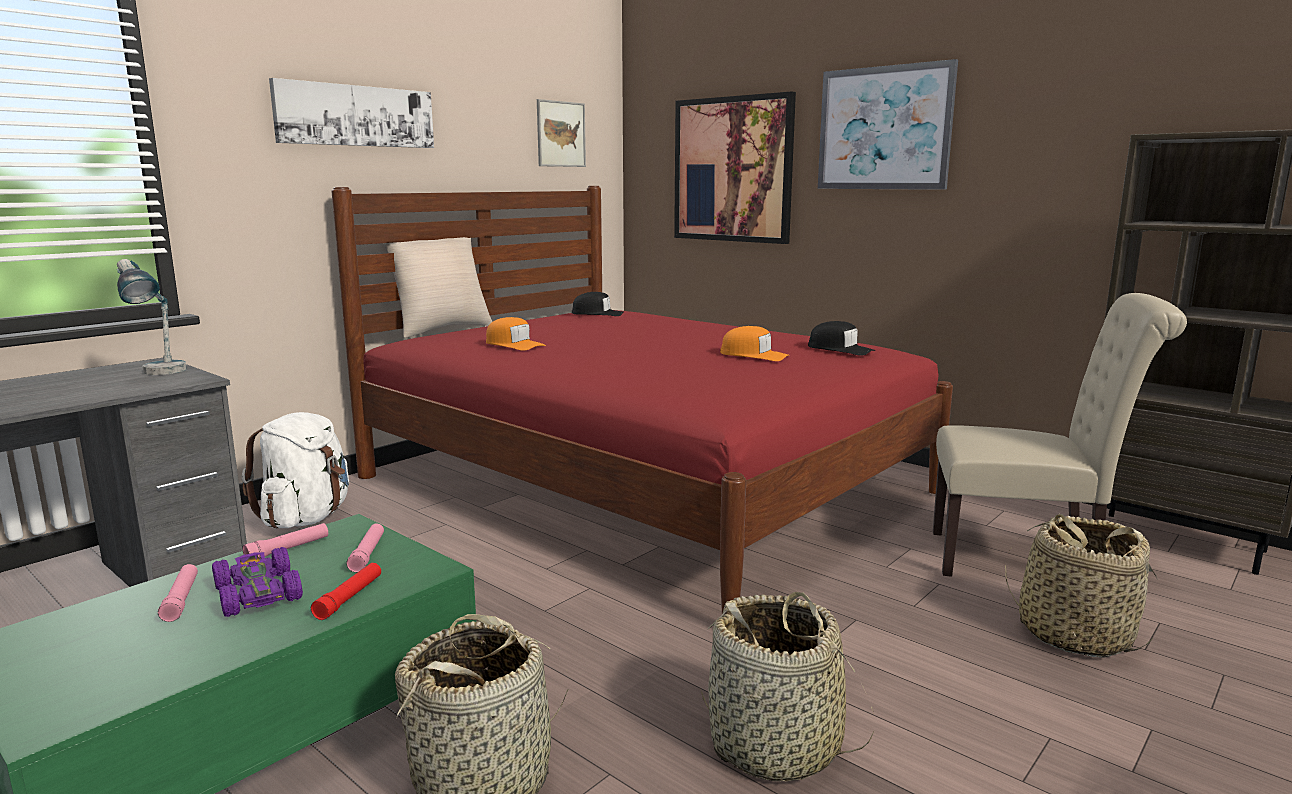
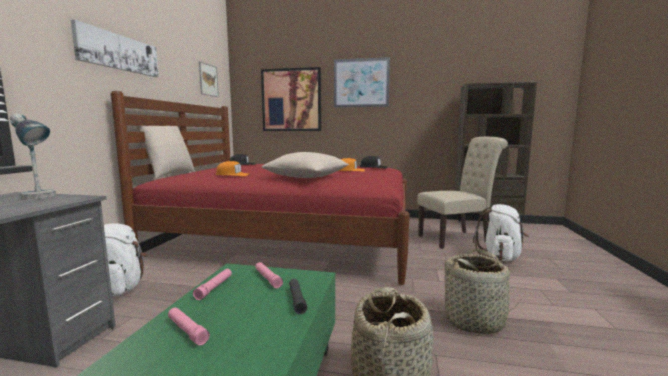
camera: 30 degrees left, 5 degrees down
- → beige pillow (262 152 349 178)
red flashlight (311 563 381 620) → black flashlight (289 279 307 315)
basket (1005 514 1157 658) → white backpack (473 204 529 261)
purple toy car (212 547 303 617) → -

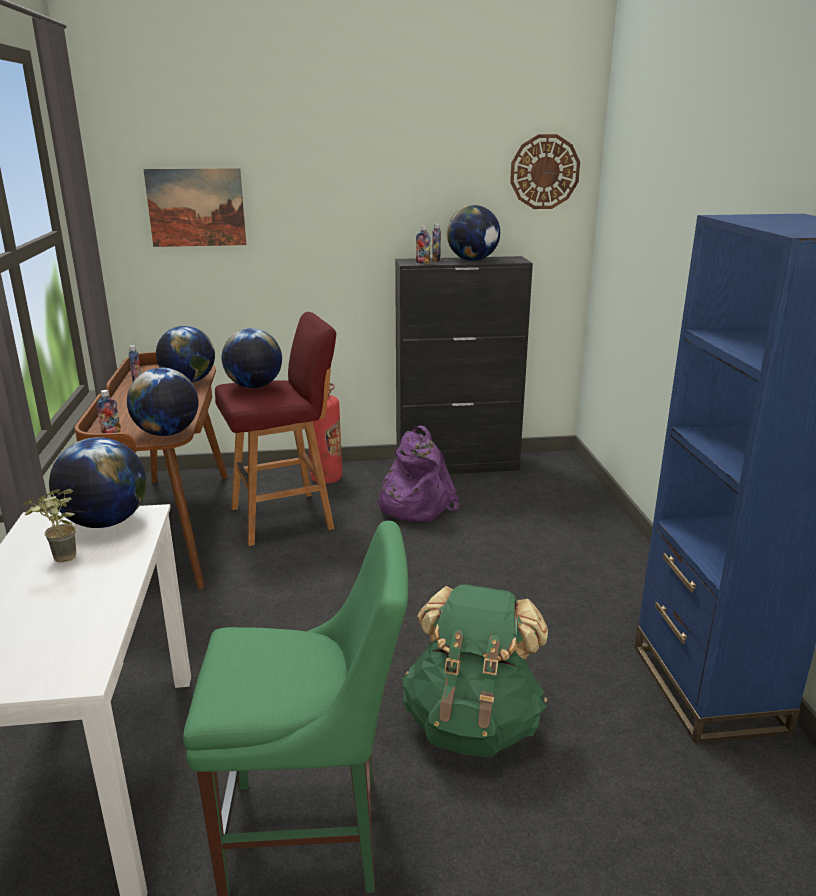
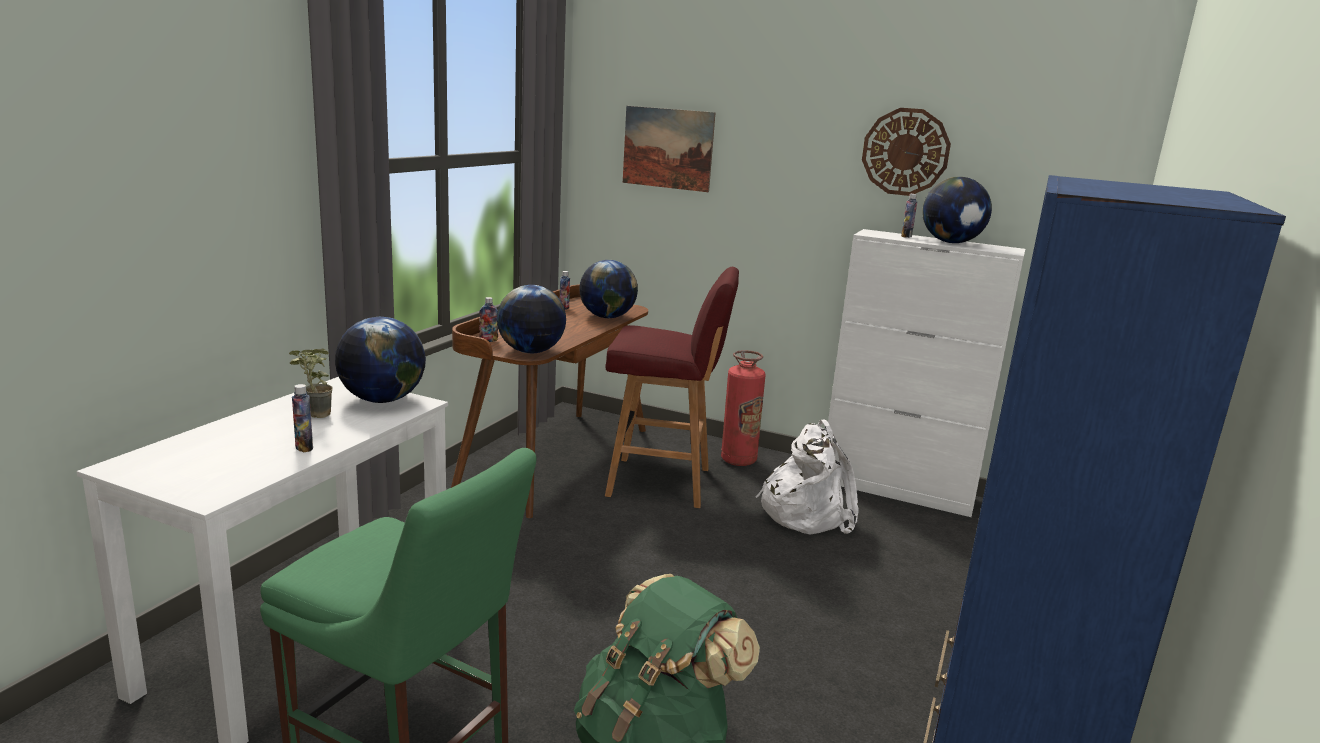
camera: 30 degrees right, 5 degrees down
bottle (416 226 431 264) → bottle (292 384 313 452), moved
purple backpack (375 426 459 522) → white backpack (755 419 859 534)
black cabinet (395 256 533 474) → white cabinet (828 229 1025 517)
wall clock (510 134 580 209) → wall clock (862 108 951 196), moved
globe (222 328 282 388) → -

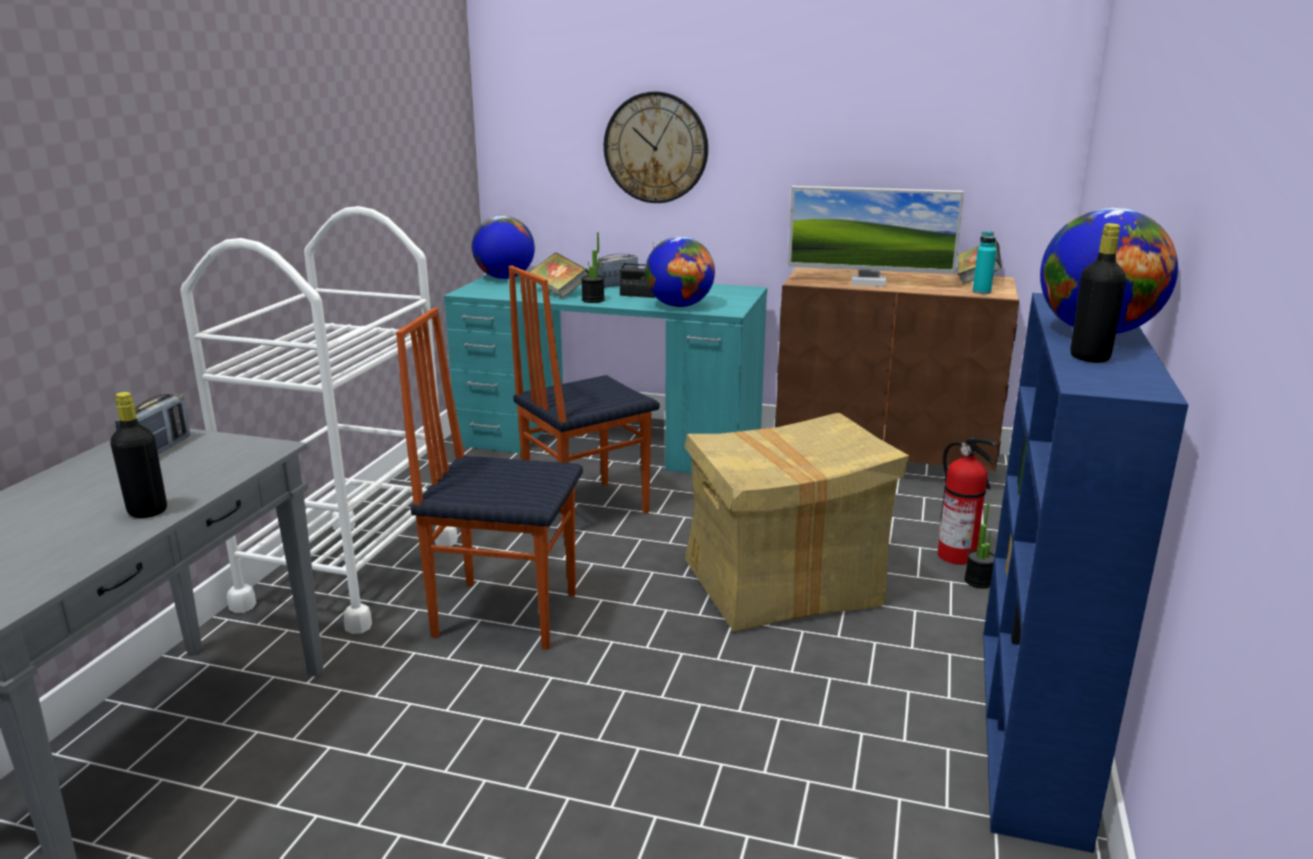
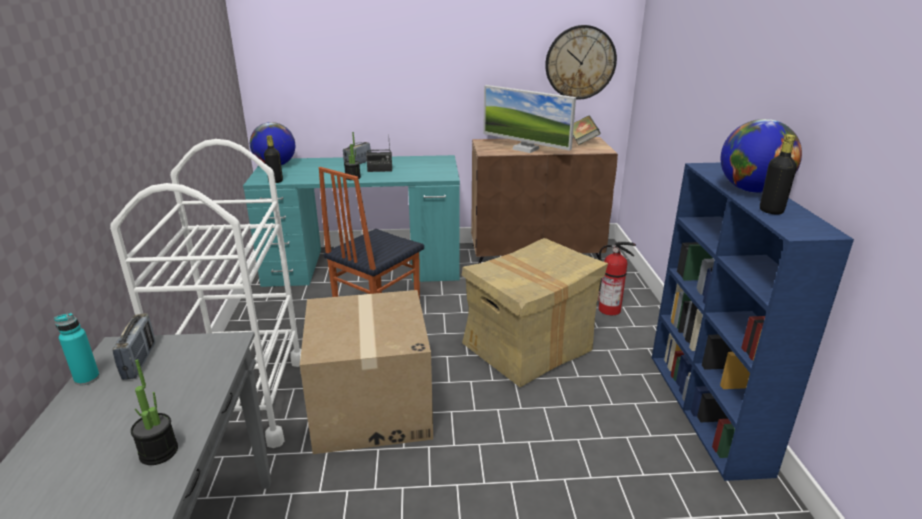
camera: 20 degrees left, 5 degrees up
turquoise bottle (972 231 996 294) → turquoise bottle (54 313 100 385), moved
potted plant (964 503 995 588) → potted plant (131 359 178 465), moved
black bottle (110 392 167 518) → black bottle (264 135 283 183), moved
chair (396 307 583 649) → cardboard box (300 290 433 454)
monitor (788 186 964 287) → monitor (483 85 576 153), 45 degrees clockwise
wall clock (604 91 708 203) → wall clock (545 25 617 100), moved
book (530 252 589 299) → -
globe (645 236 715 307) → -

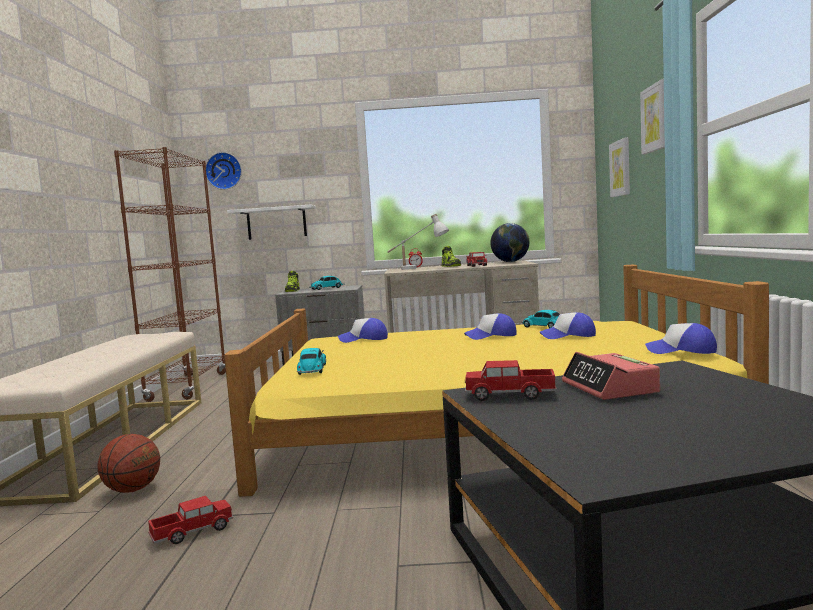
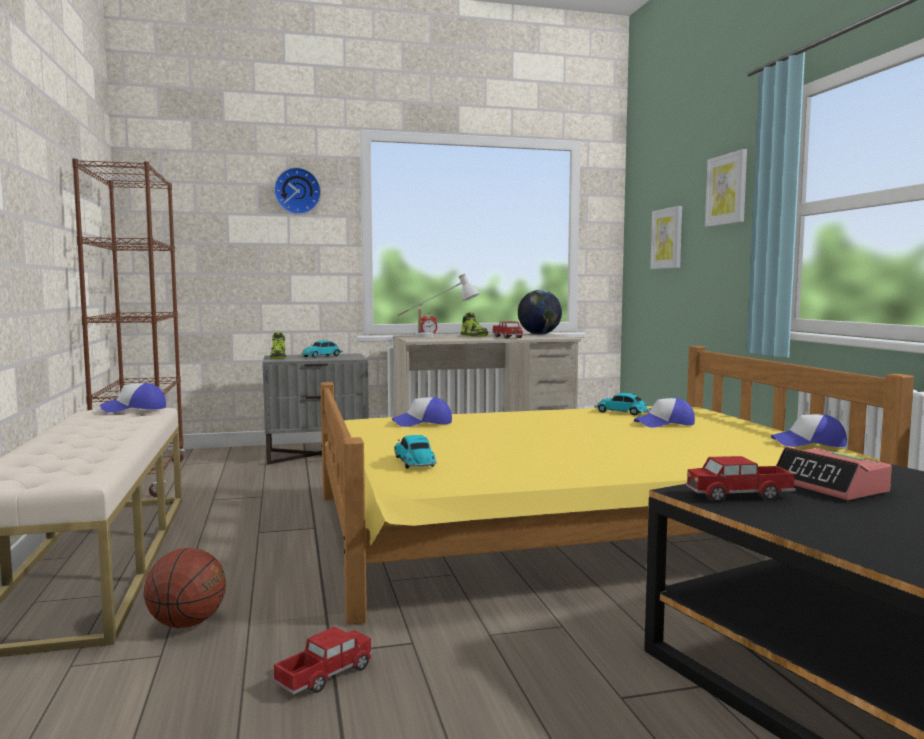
camera: 15 degrees left, 0 degrees up
cap (464 313 517 340) → cap (100 383 166 413), moved
wall clock (206 152 242 190) → wall clock (274 167 321 215), moved
white shelf (227 205 316 240) → -

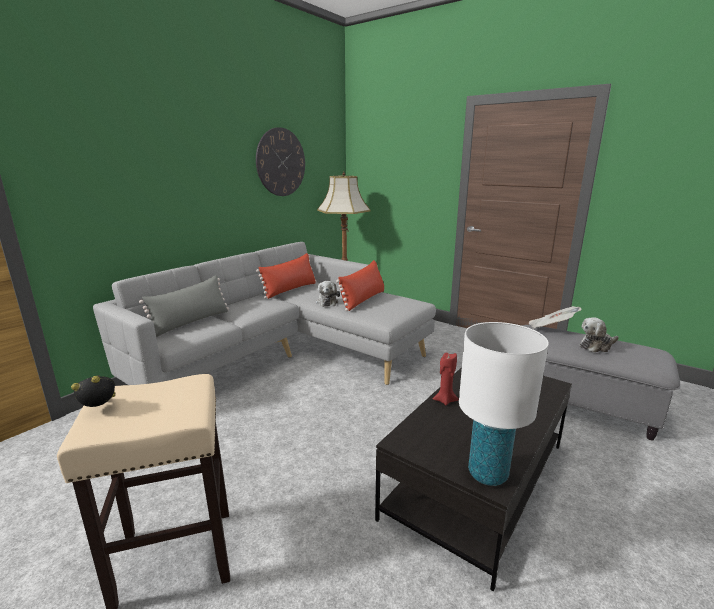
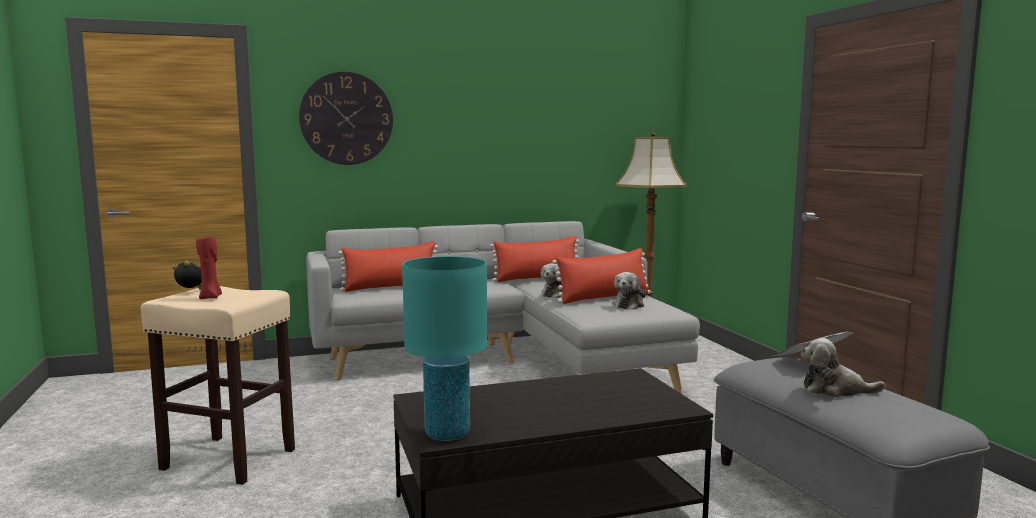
camera: 35 degrees right, 10 degrees down
red candle (433 352 459 405) → red candle (196 237 222 299), moved
wall clock (256 127 305 196) → wall clock (299 72 393 165), moved
grey pillow (139 275 229 337) → red pillow (338 241 438 292)
white table lamp (459 322 549 486) → turquoise table lamp (402 256 487 441)
- → plush toy (612 272 646 310)

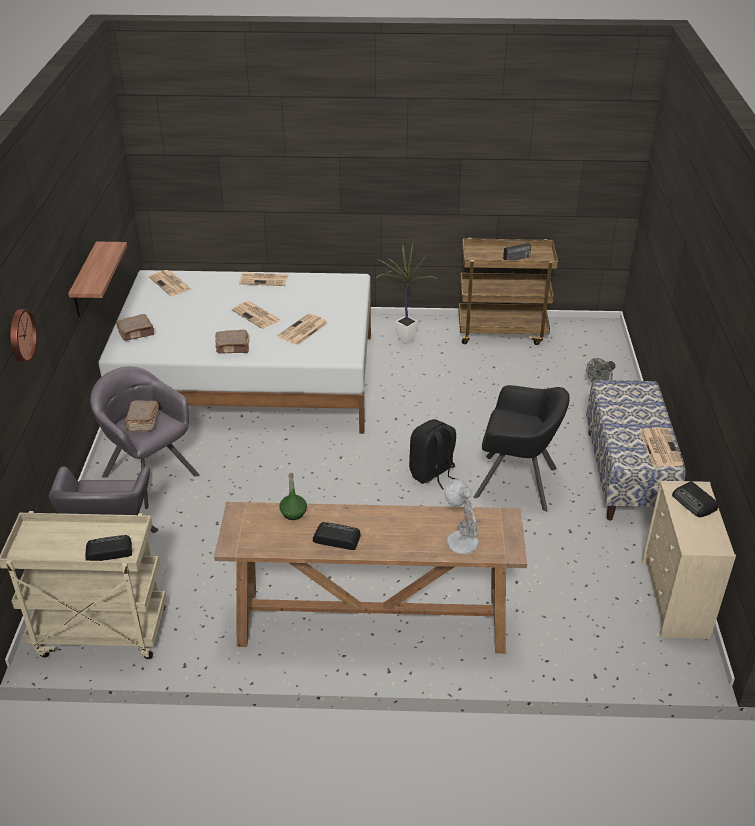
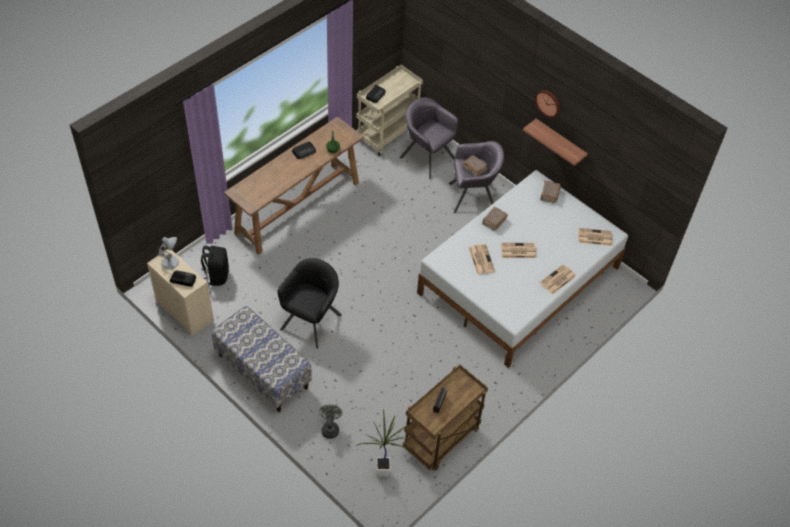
camera: 130 degrees right, 15 degrees up
white table lamp (445 479 479 554) → white table lamp (158 237 179 269), moved
black backpack (409 419 456 490) → black backpack (201 245 229 286), moved
black armchair (474 385 570 512) → black armchair (278 258 342 349), 150 degrees clockwise
potted plant (376 243 437 344) → potted plant (356 409 409 477), moved
wall clock (10 309 37 363) → wall clock (535 90 560 118), moved
newspaper (639 428 683 467) → -

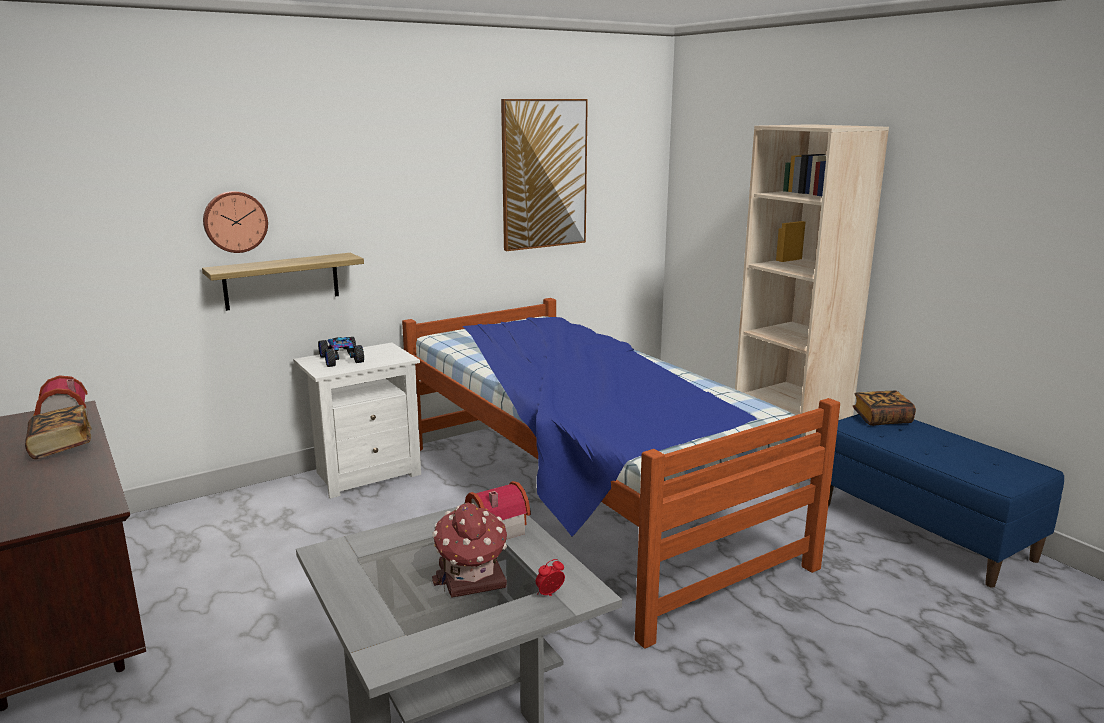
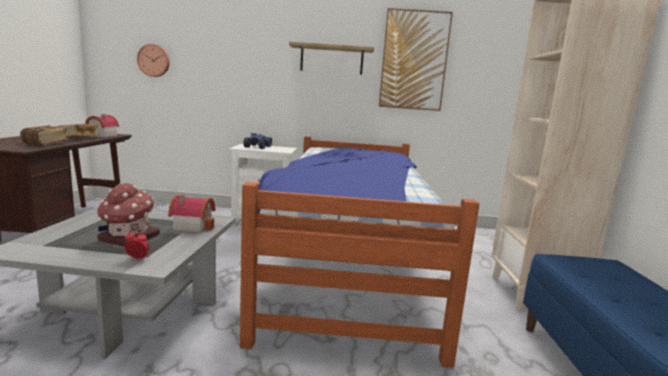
camera: 35 degrees right, 5 degrees down
book (853 391 916 426) → book (20 126 69 146), moved
wall clock (203 191 268 253) → wall clock (137 44 170 77), moved
shelf (202 253 364 311) → shelf (289 42 374 75), moved

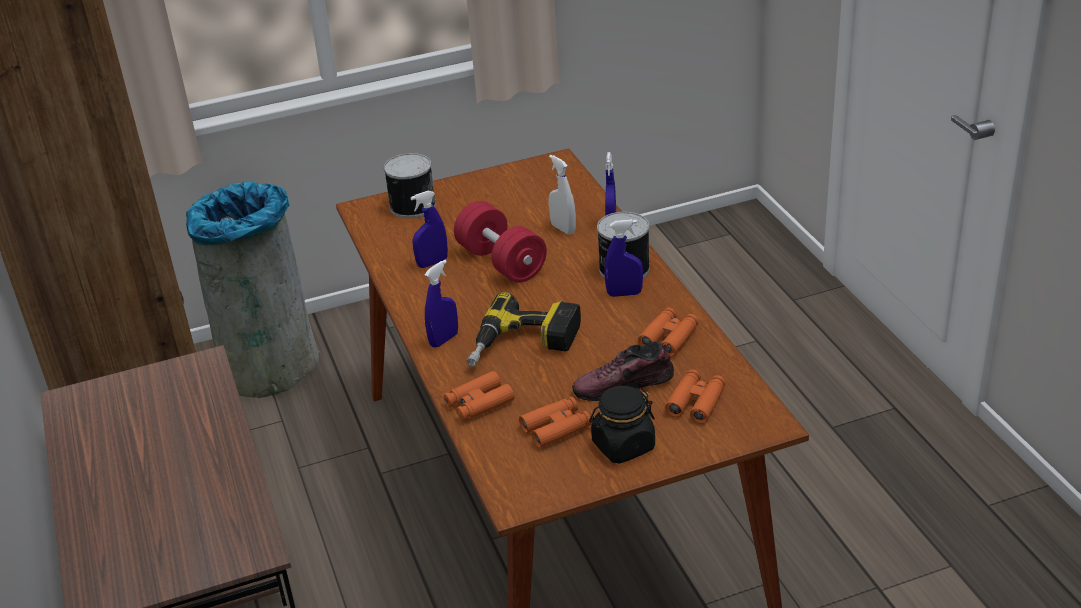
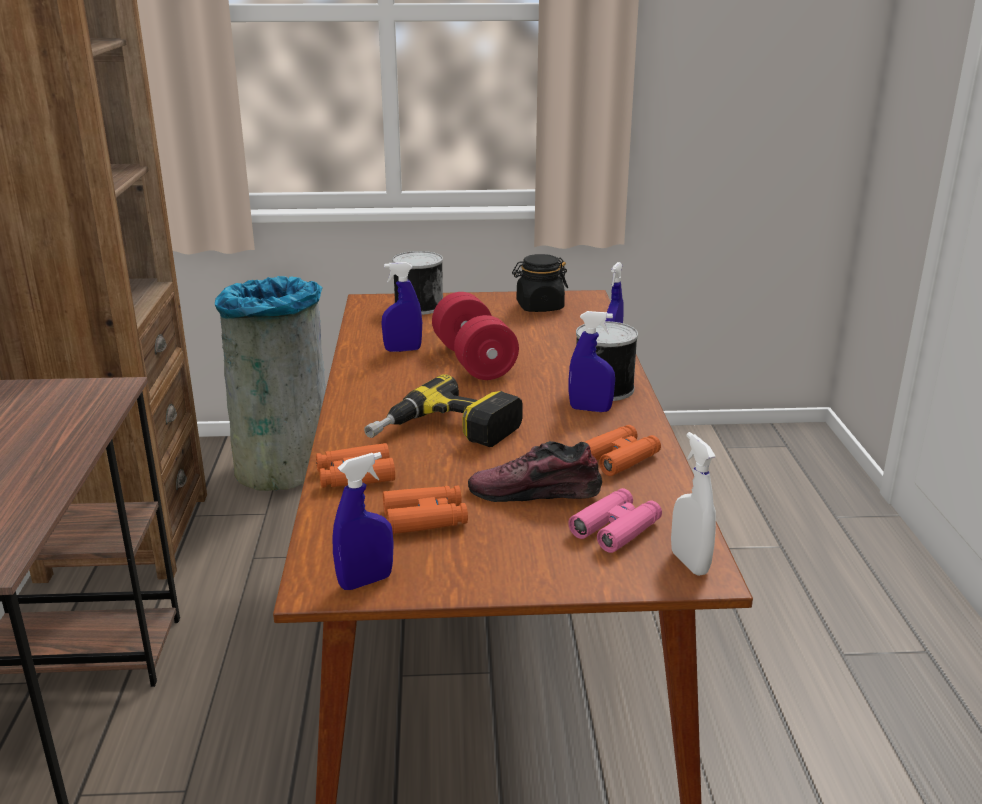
camera: 15 degrees right, 10 degrees down
blue spray bottle (424 260 458 348) → blue spray bottle (333 452 394 590), moved
black jar (589 386 655 464) → black jar (512 254 568 312), moved
orange binoculars (665 369 726 424) → pink binoculars (568 488 662 553)
white spray bottle (548 155 576 235) → white spray bottle (671 432 716 576), moved

